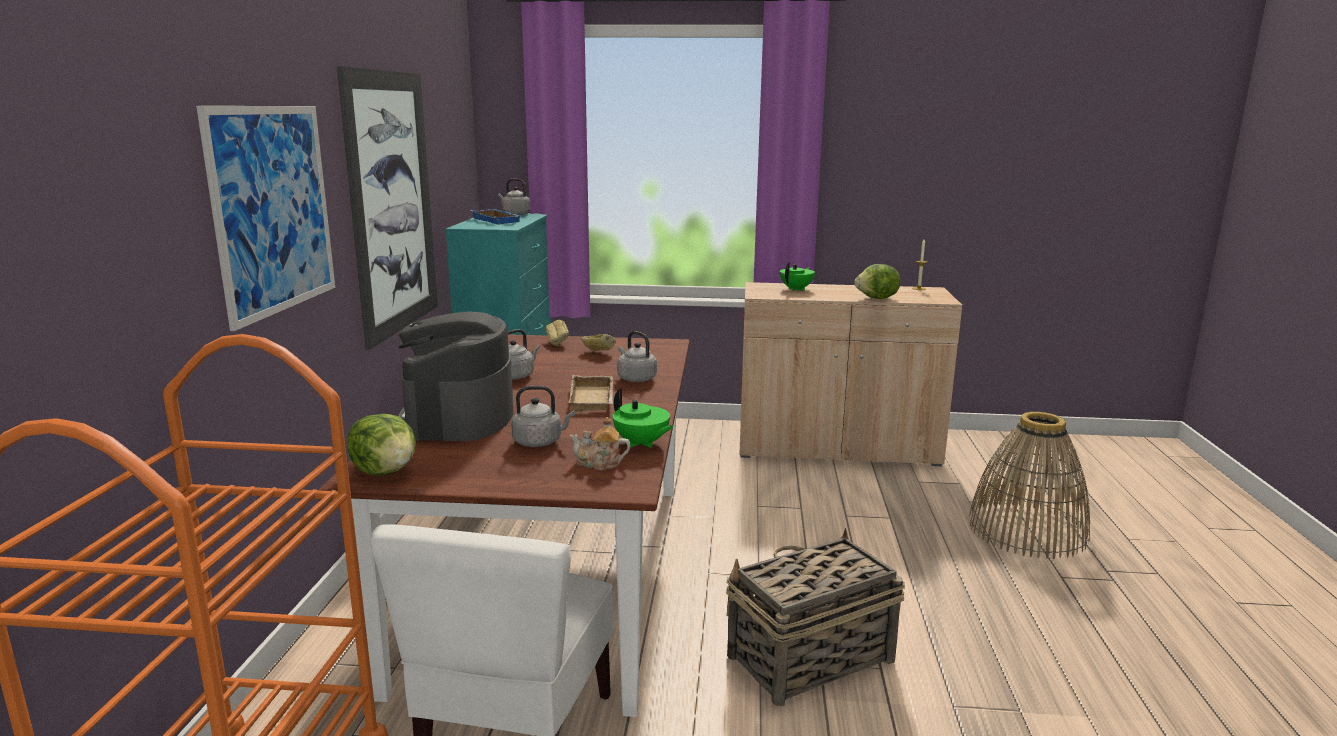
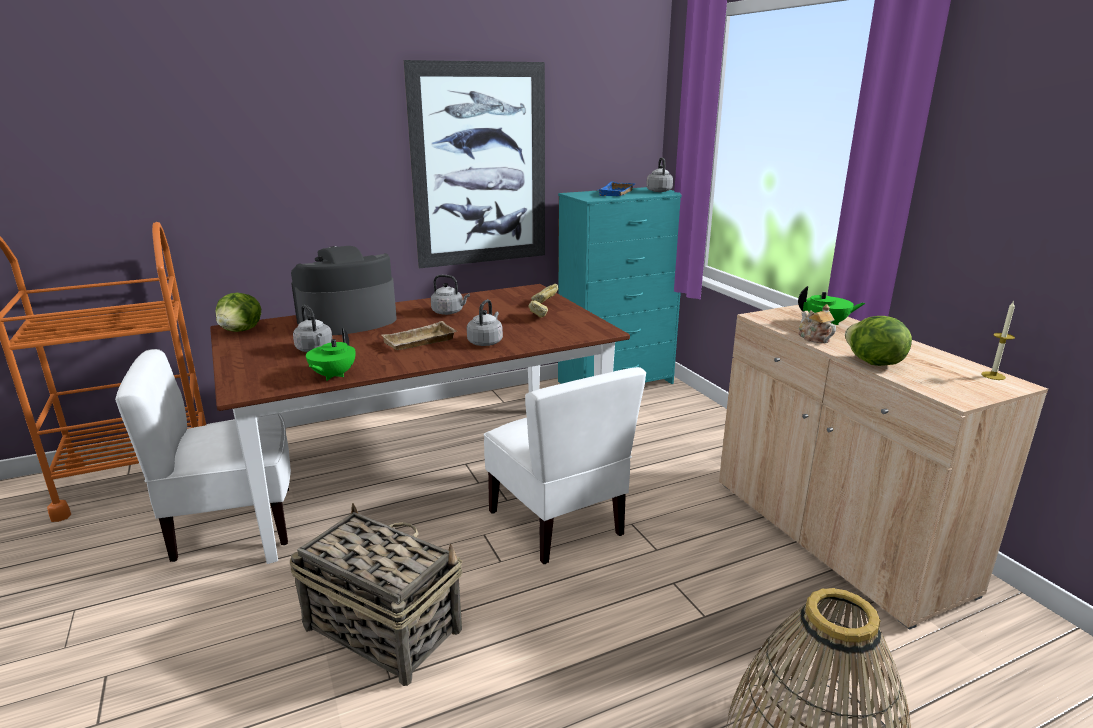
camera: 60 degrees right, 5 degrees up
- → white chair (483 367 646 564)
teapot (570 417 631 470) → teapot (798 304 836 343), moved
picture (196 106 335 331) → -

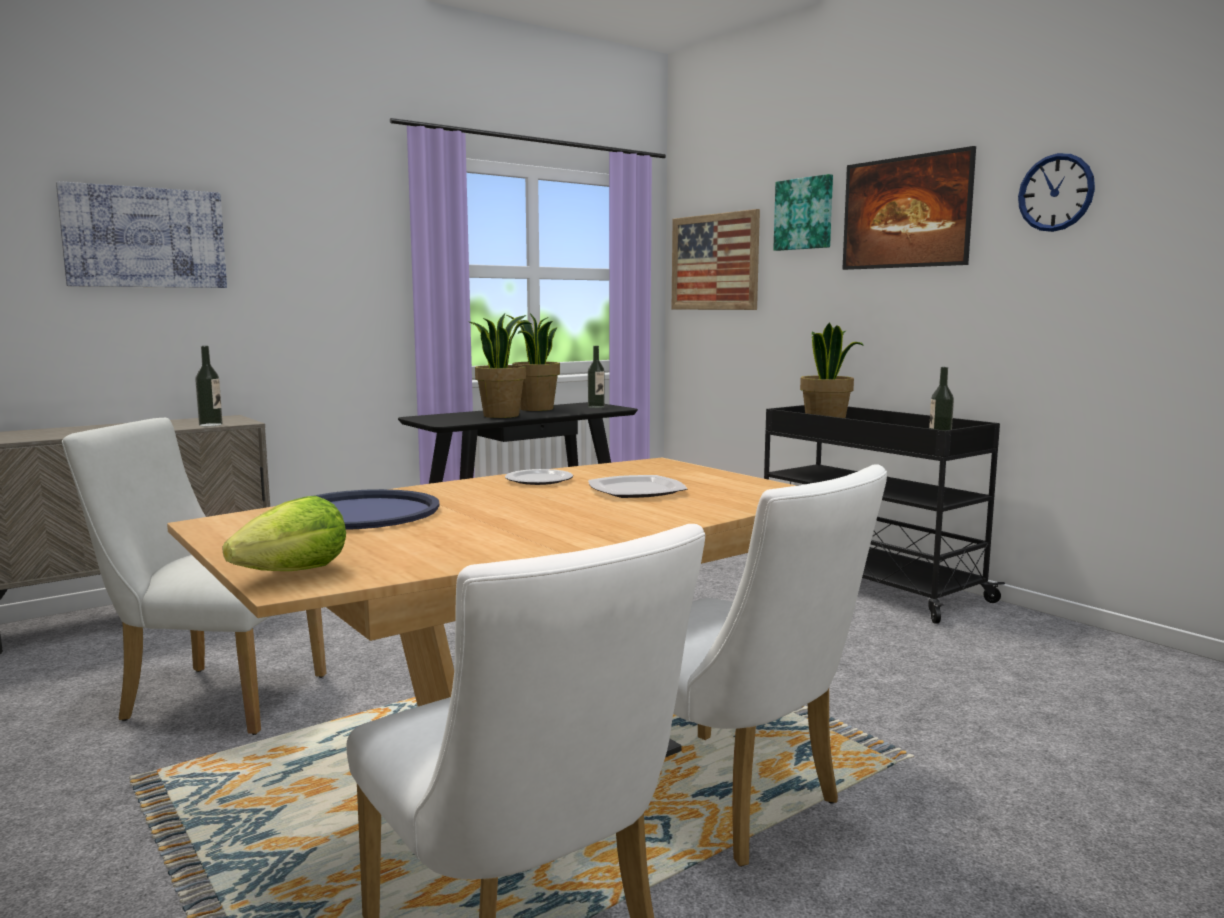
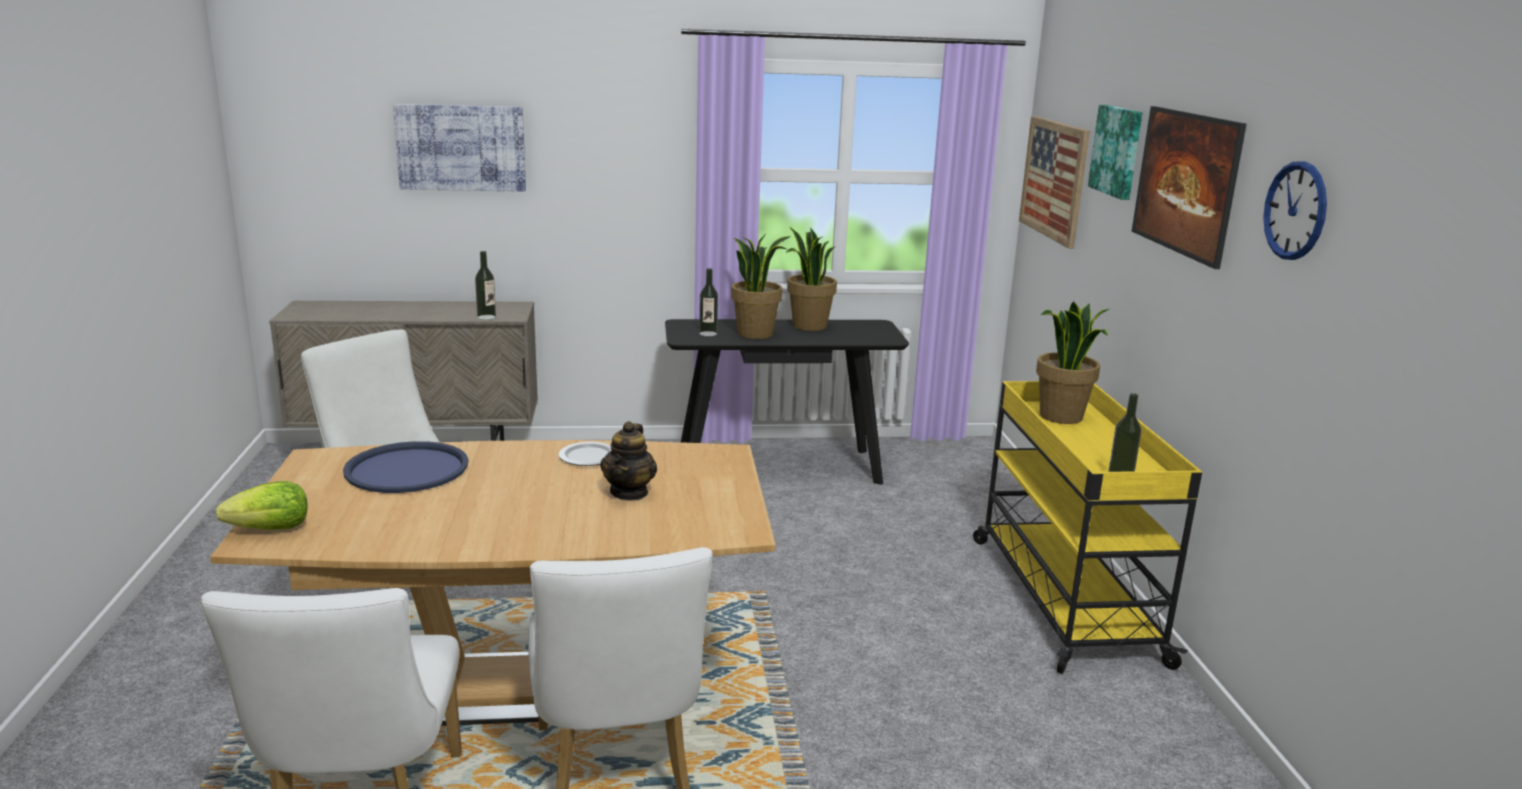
camera: 30 degrees right, 10 degrees up
plate (588 475 687 498) → teapot (600 421 657 501)
bottle (588 346 605 408) → bottle (699 268 718 336), moved
black cart (764 405 1005 624) → yellow cart (973 381 1202 674)

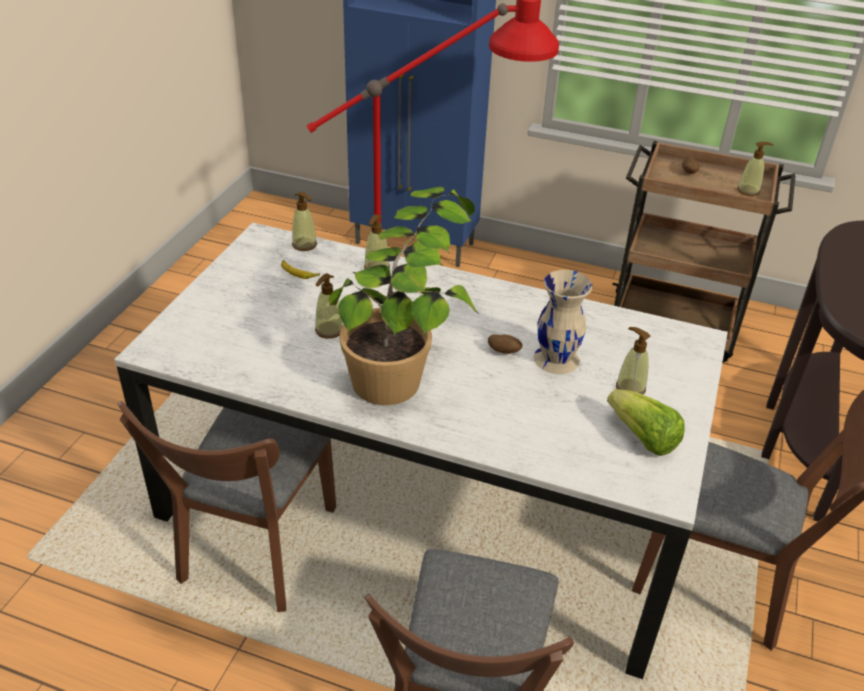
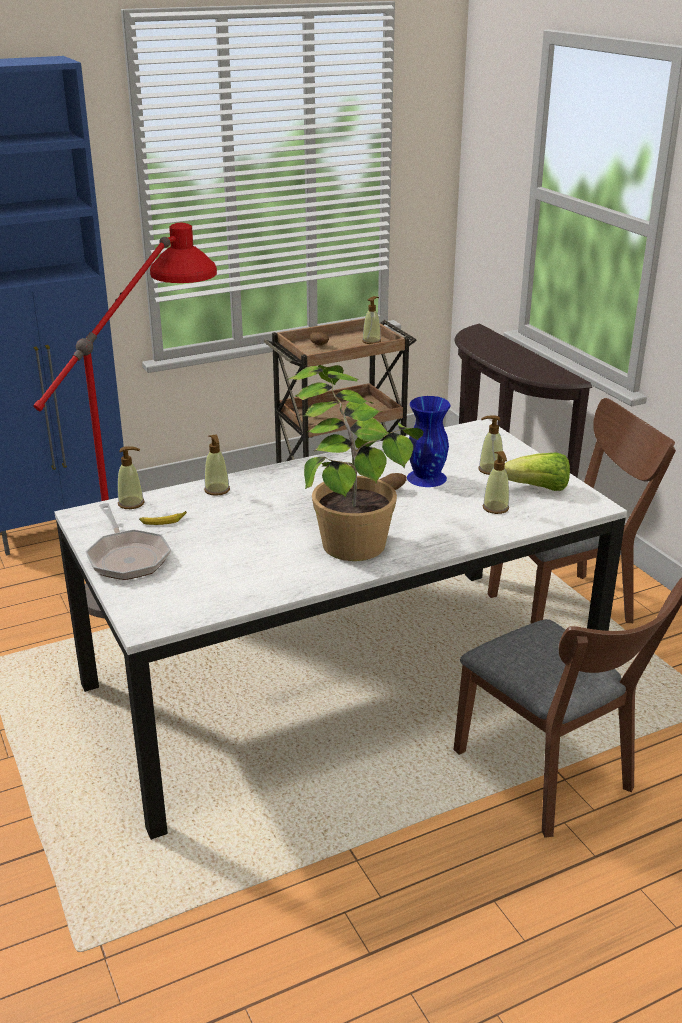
camera: 45 degrees left, 10 degrees down
- → frying pan (86 503 171 580)
beige vase (534 270 593 374) → blue vase (407 396 451 487)
soap dispenser (315 273 342 339) → soap dispenser (483 451 509 514), moved
brown chair (118 401 336 612) → -

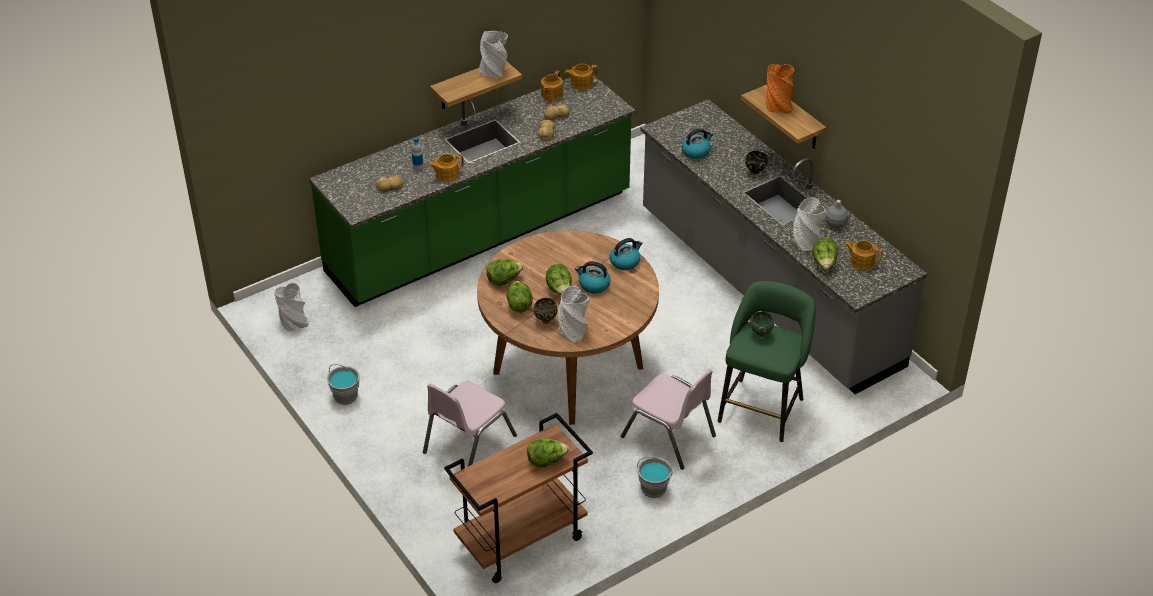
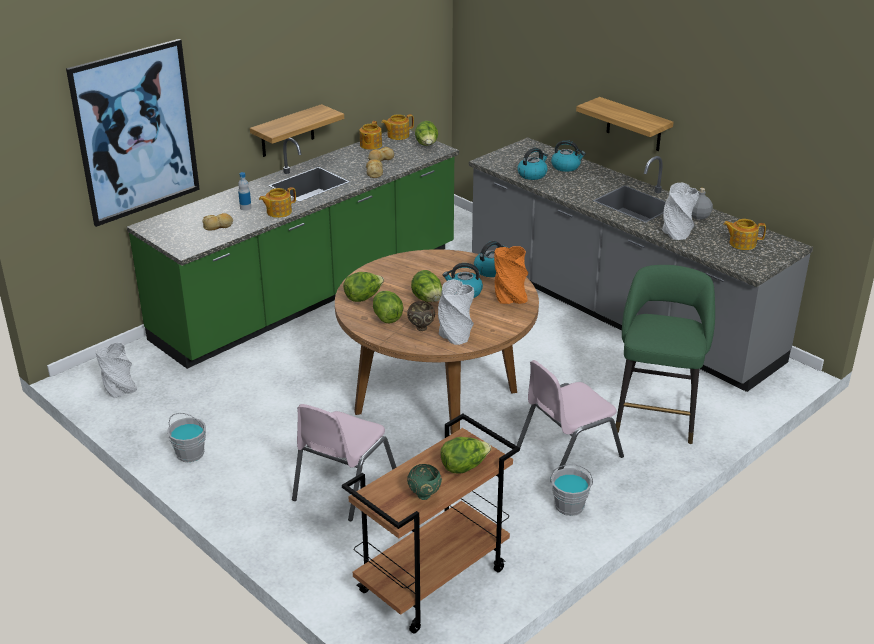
camera: 10 degrees left, 10 degrees down
- → picture (66 39 200 227)
green bowl (749 312 774 337) → green bowl (407 464 442 500), moved
lettuce (812 237 838 269) → lettuce (415 121 438 146), moved
orange vase (766 64 795 113) → orange vase (494 246 528 304), moved
pink chair (621 369 716 470) → pink chair (516 360 624 471), 120 degrees clockwise
- → kettle (551 140 586 172)
grey vase (479 31 508 77) → -
black bowl (745 151 768 175) → -

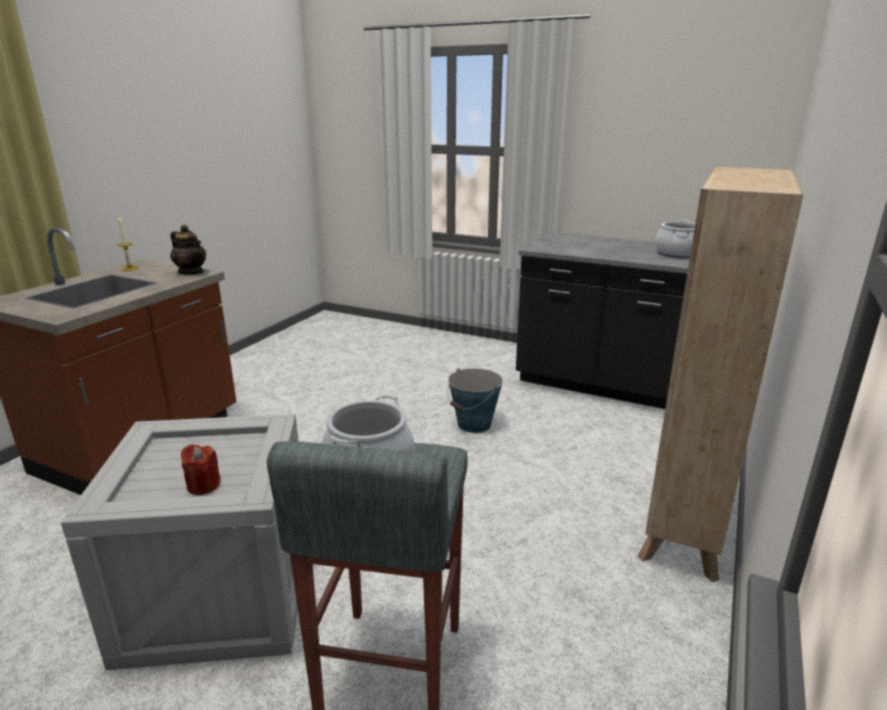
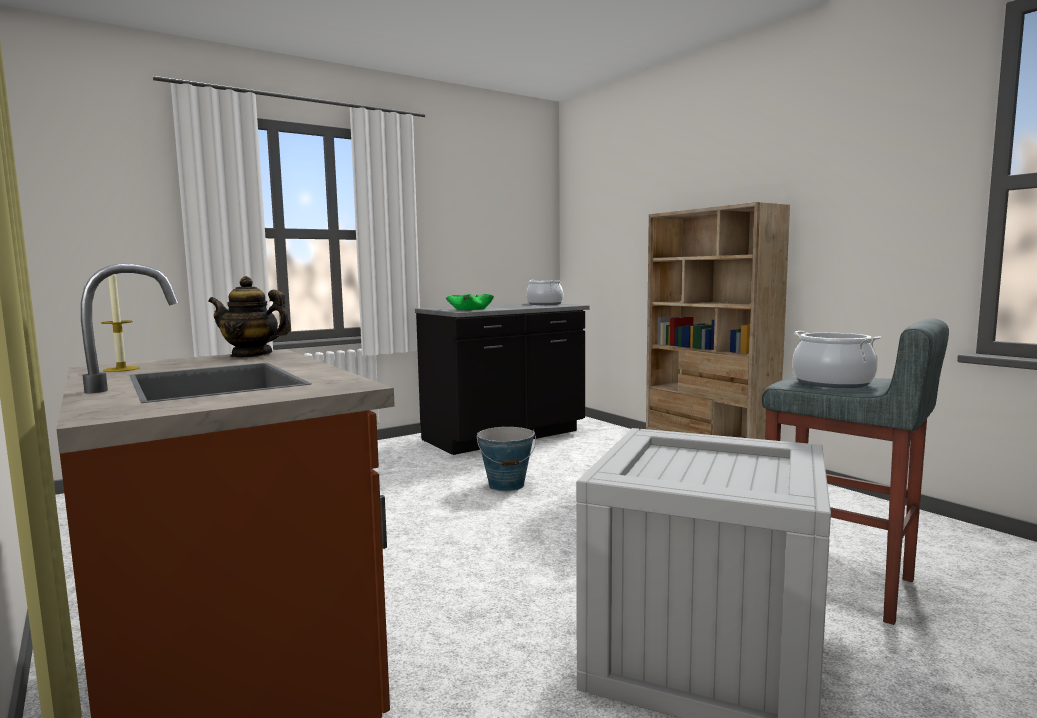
camera: 60 degrees left, 15 degrees down
teapot (170 225 206 275) → teapot (208 276 291 358), 150 degrees counterclockwise
- → green bowl (446 294 494 310)
red candle (181 444 221 495) → -

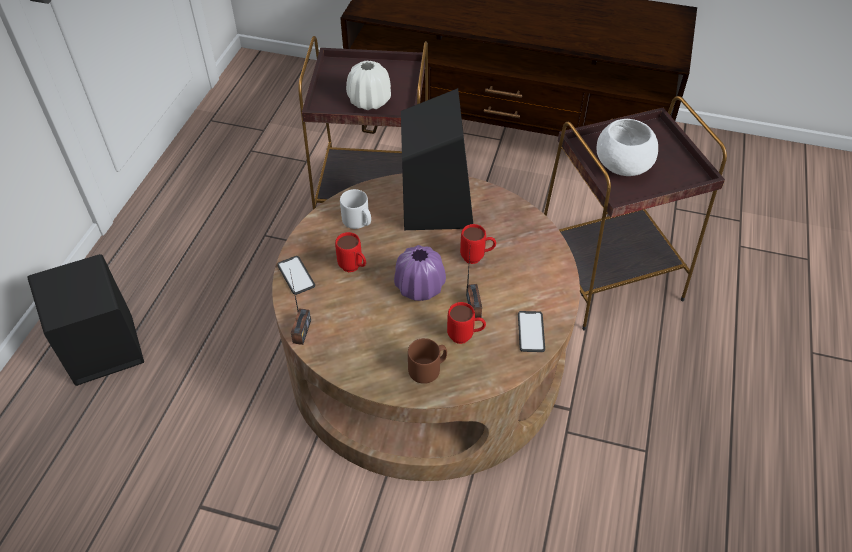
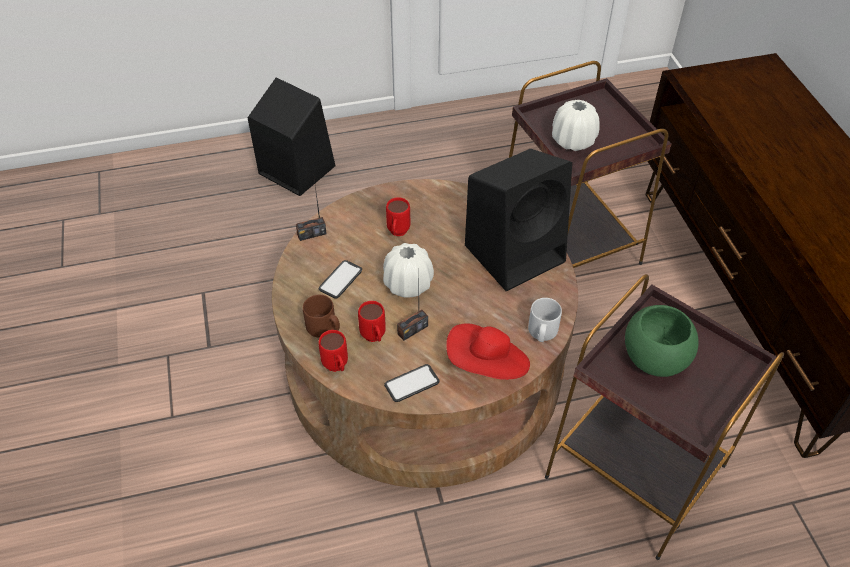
camera: 60 degrees right, 0 degrees up
red mug (460 224 496 264) → red mug (318 330 348 372), moved
phone (277 256 315 295) → phone (319 260 362 299), moved
purple vase (394 245 446 301) → white vase (383 243 434 298)
- → red hat (446 323 530 380)
grey mug (340 189 371 229) → grey mug (528 298 562 342), moved
white bowl (596 119 658 176) → green bowl (625 305 699 377)

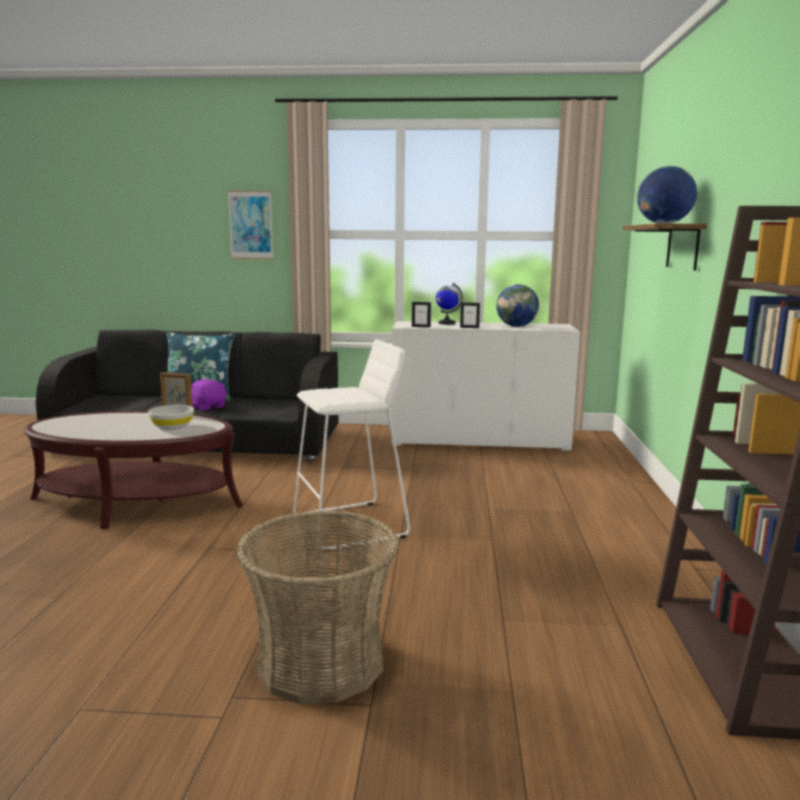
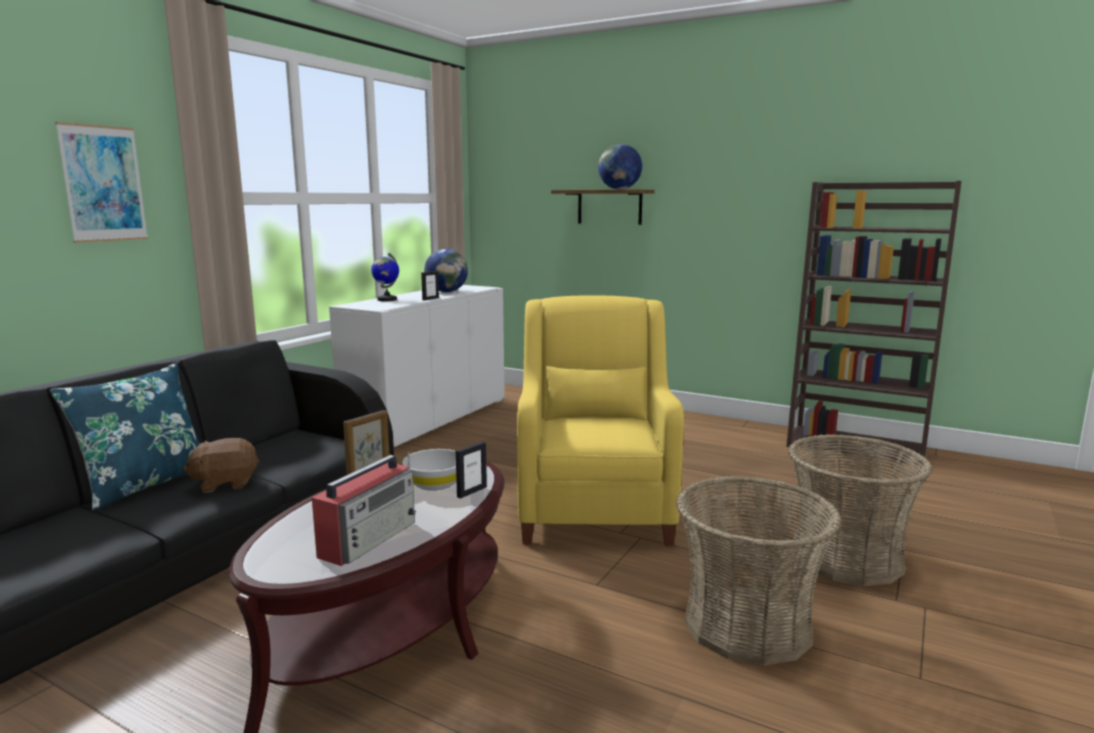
camera: 65 degrees left, 0 degrees up
purple plush toy (191 379 226 411) → brown plush toy (183 438 259 493)
- → radio (312 453 416 566)
picture frame (412 302 431 328) → picture frame (456 441 487 499), moved
white stool (293 340 410 552) → yellow armchair (517 295 684 546)
- → basket (676 476 842 666)

